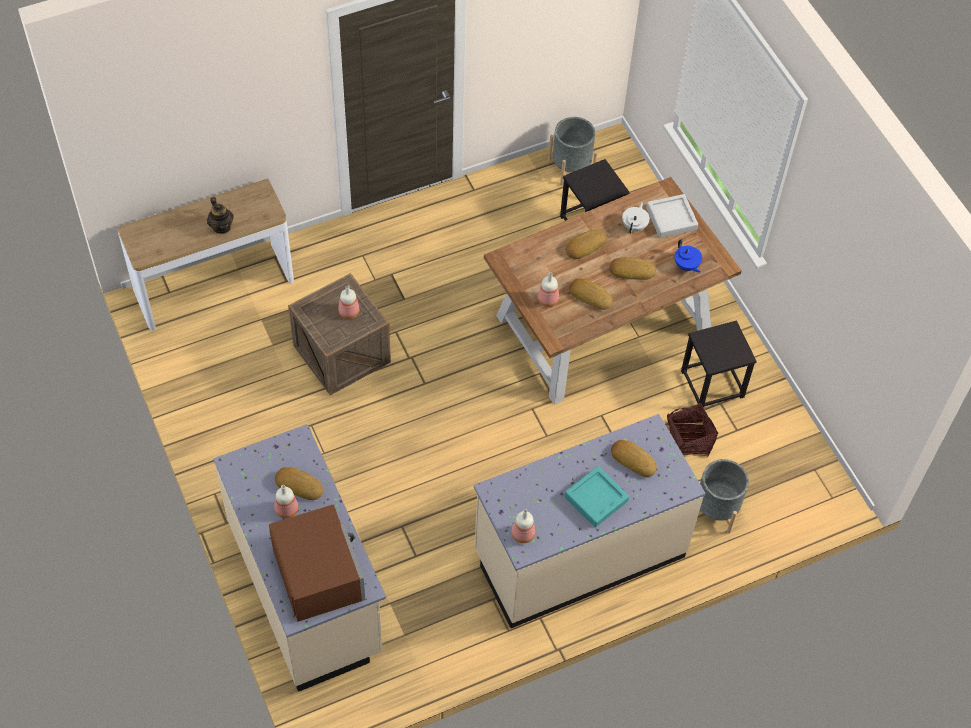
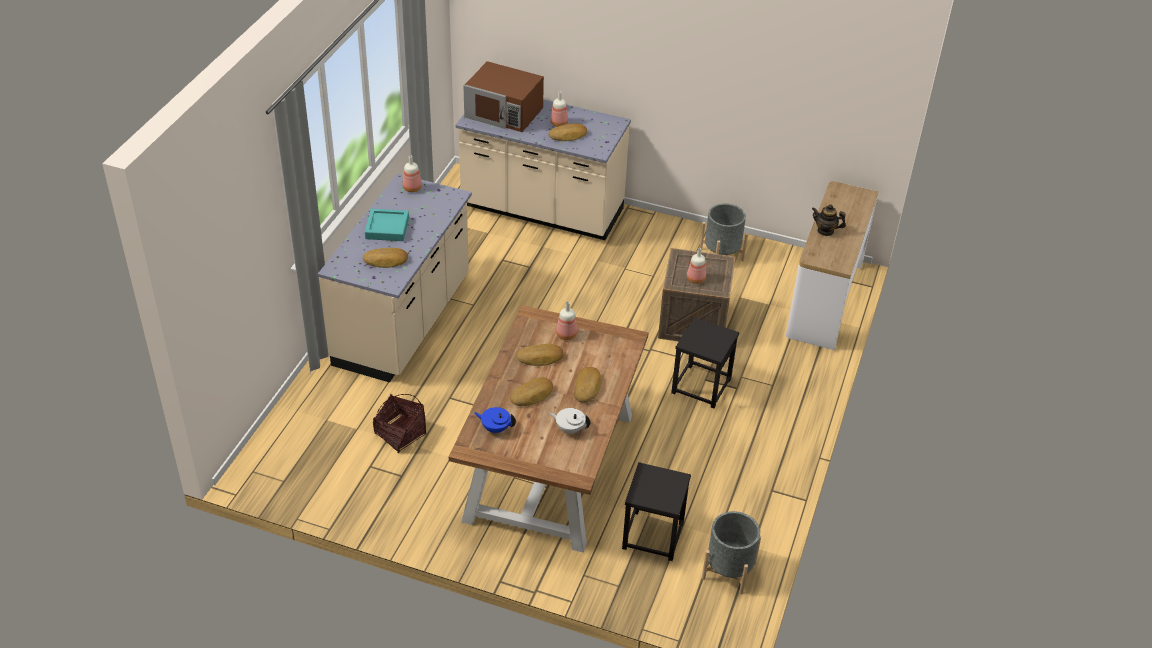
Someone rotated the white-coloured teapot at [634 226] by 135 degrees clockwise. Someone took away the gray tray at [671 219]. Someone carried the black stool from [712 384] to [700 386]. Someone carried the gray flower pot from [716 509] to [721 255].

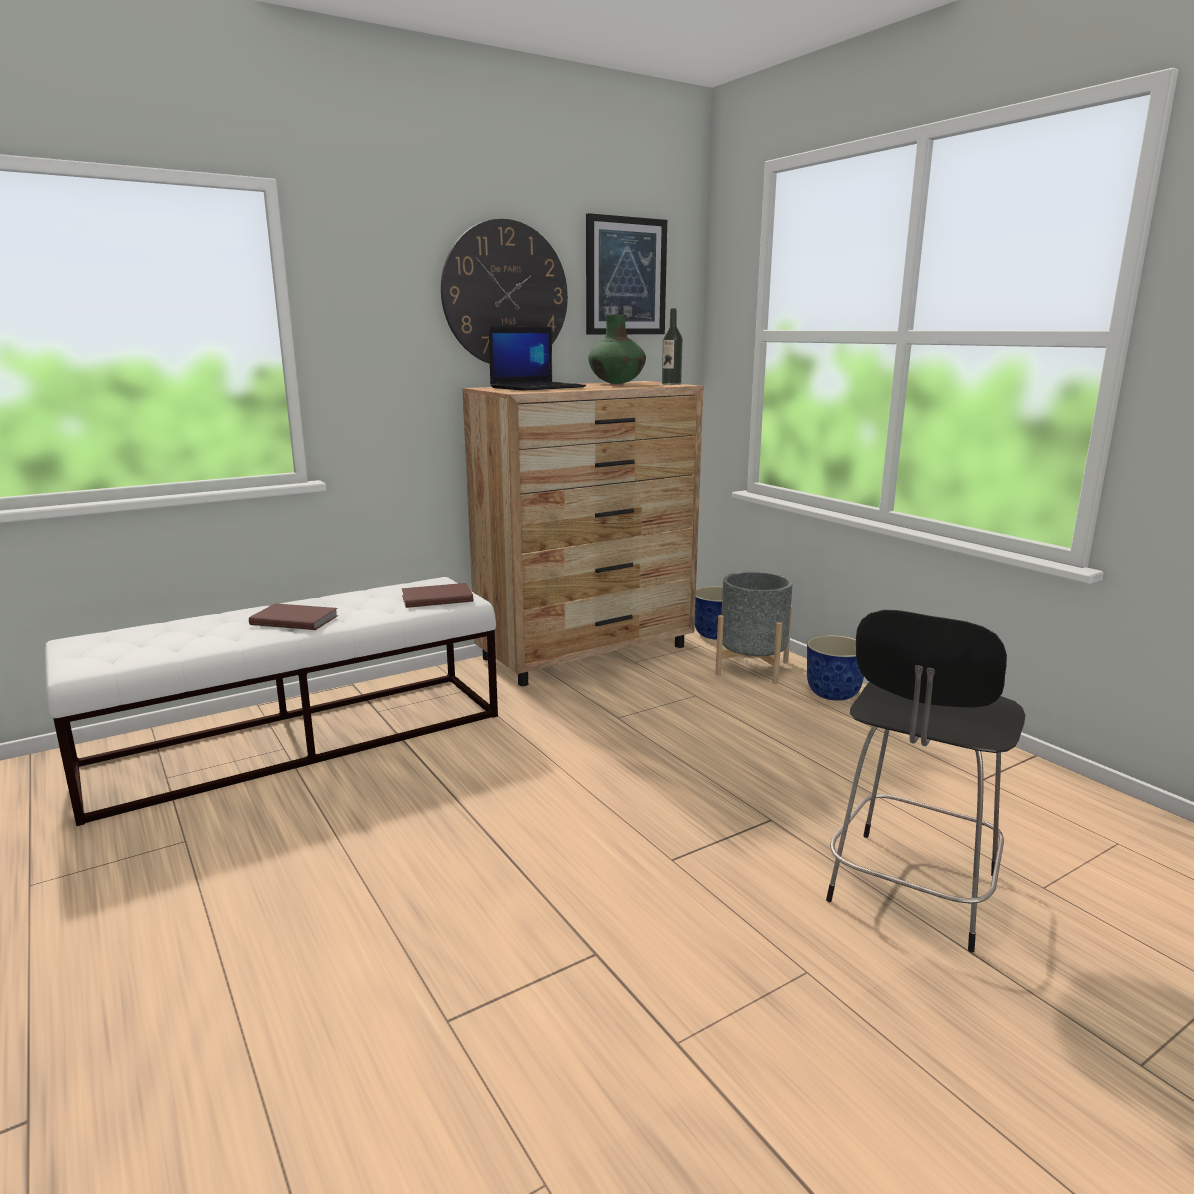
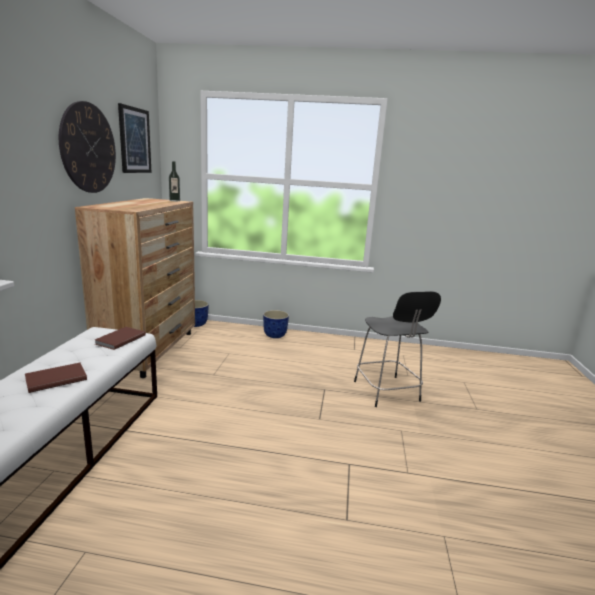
Someone took away the laptop at [538 387]. Someone took away the green-coloured flower vase at [617 383]. Someone took away the gray flower pot at [752 668].

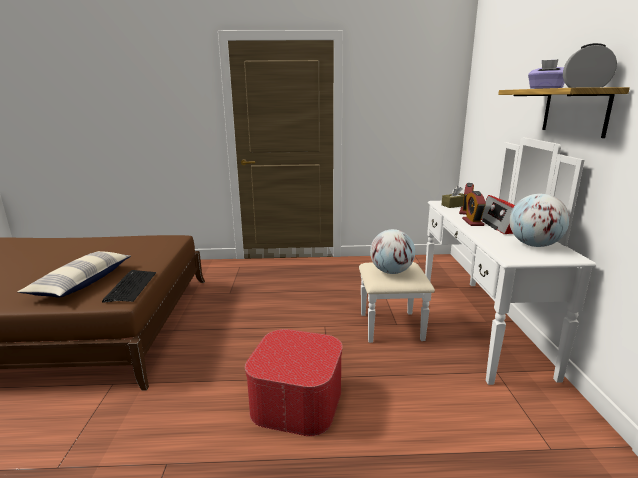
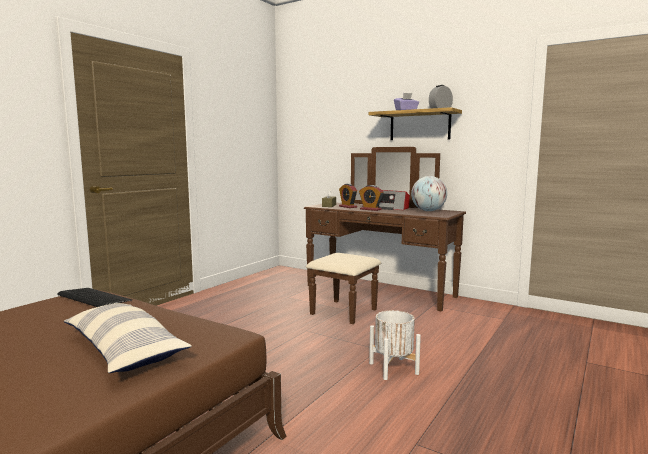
Someone carried the keyboard from [131 286] to [93 298]. Someone swapped the pouffe at [297 401] for the white-coloured flower pot at [393 368]. Someone repainted the white-coloured drawer chest at [459 325], which became the brownish drawer chest at [372 295]. Someone took away the desk globe at [391 272].

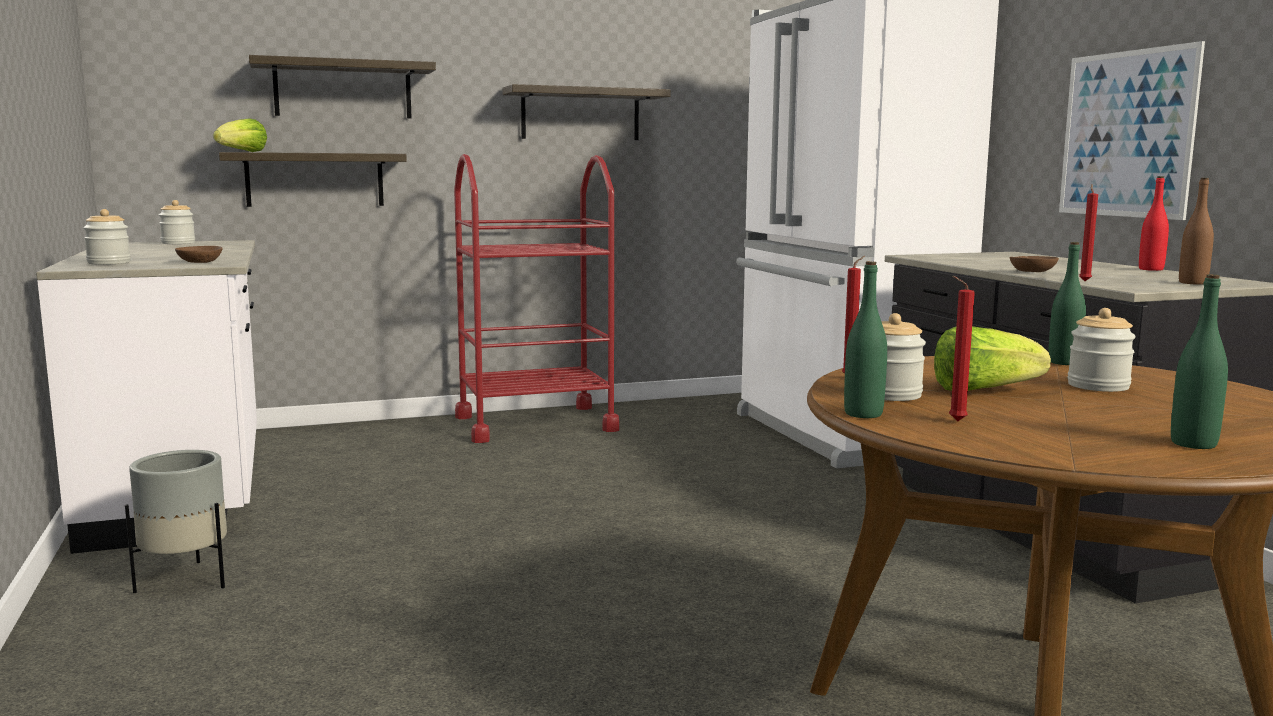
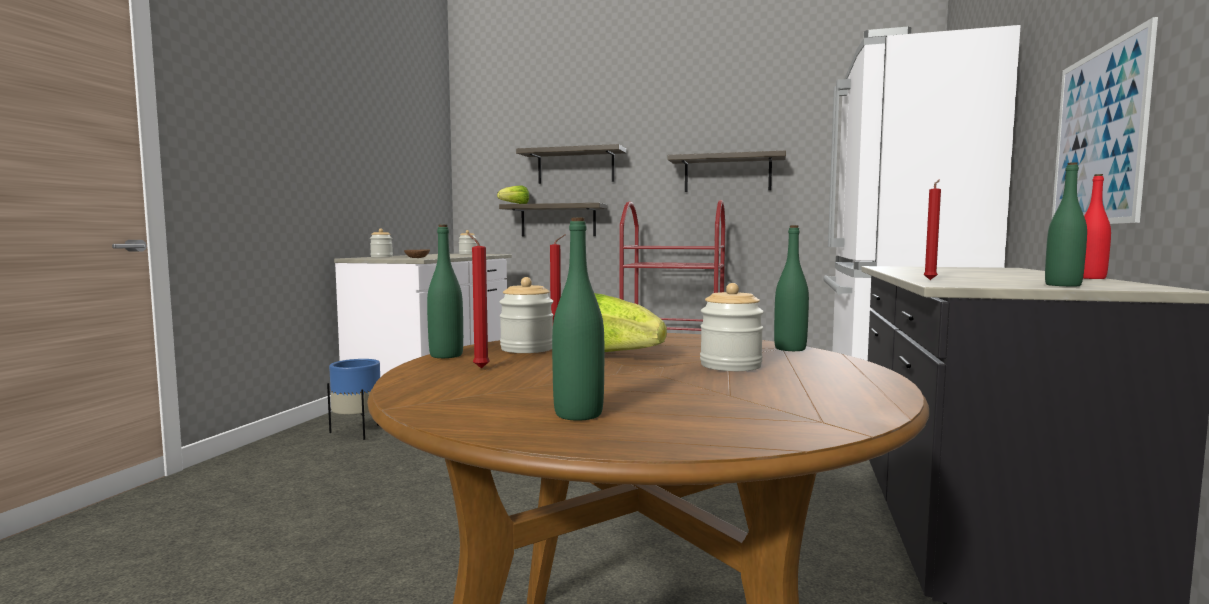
Someone repainted the gray flower pot at [186 581], which became the blue-coloured flower pot at [357 432]. Someone took away the brownish serving bowl at [1033 272]. Someone repainted the brownish bottle at [1192 283], which became the green-coloured bottle at [1063 285].

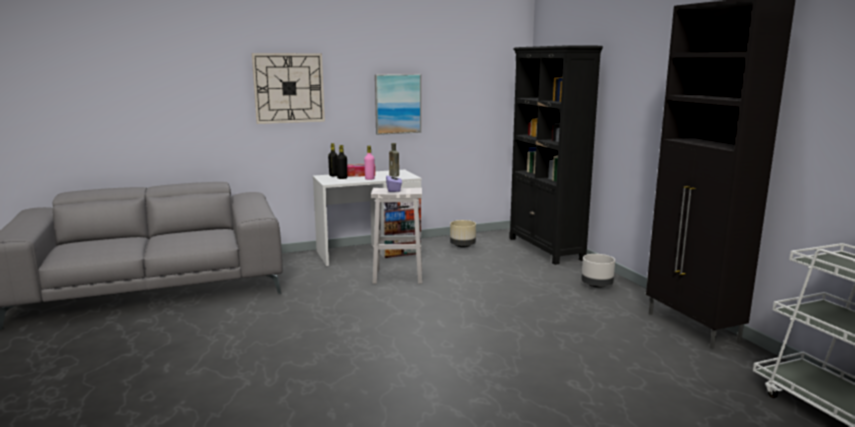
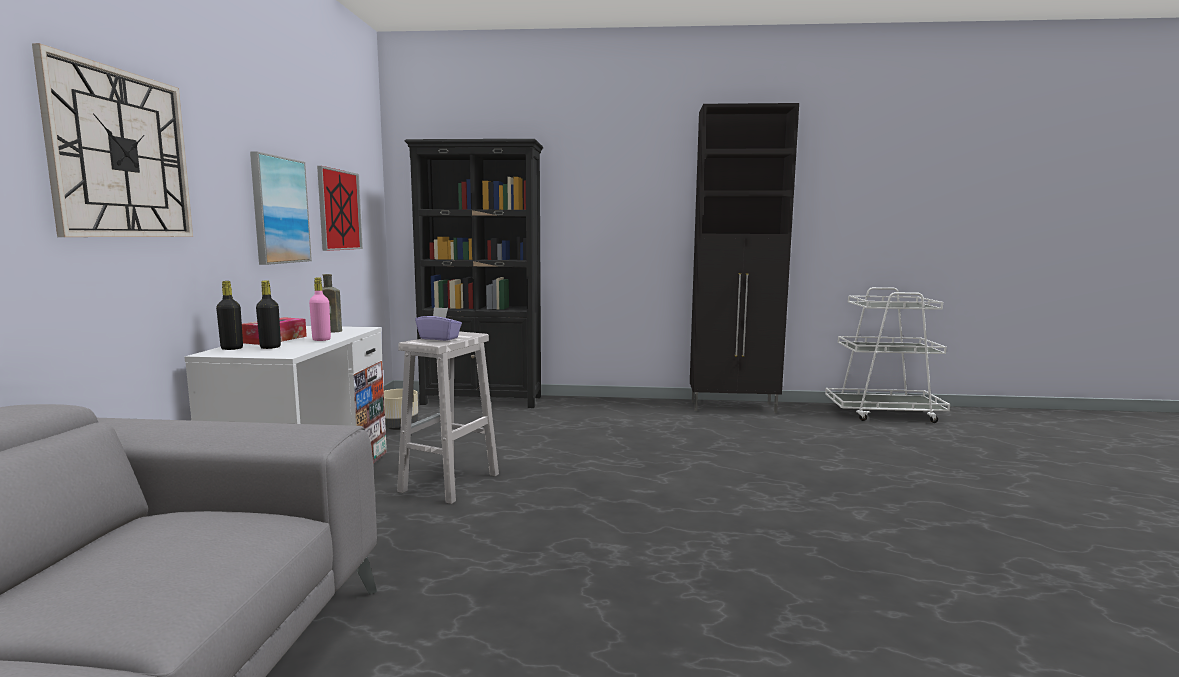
Someone took away the gray flower pot at [597 285]. Someone put up the wall art at [339 210].

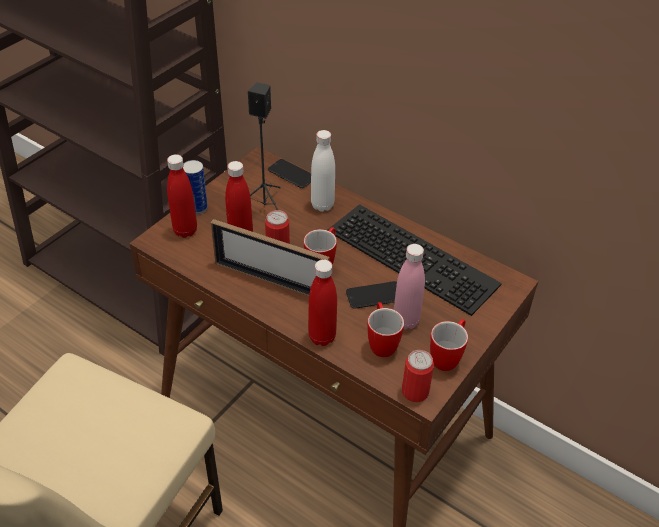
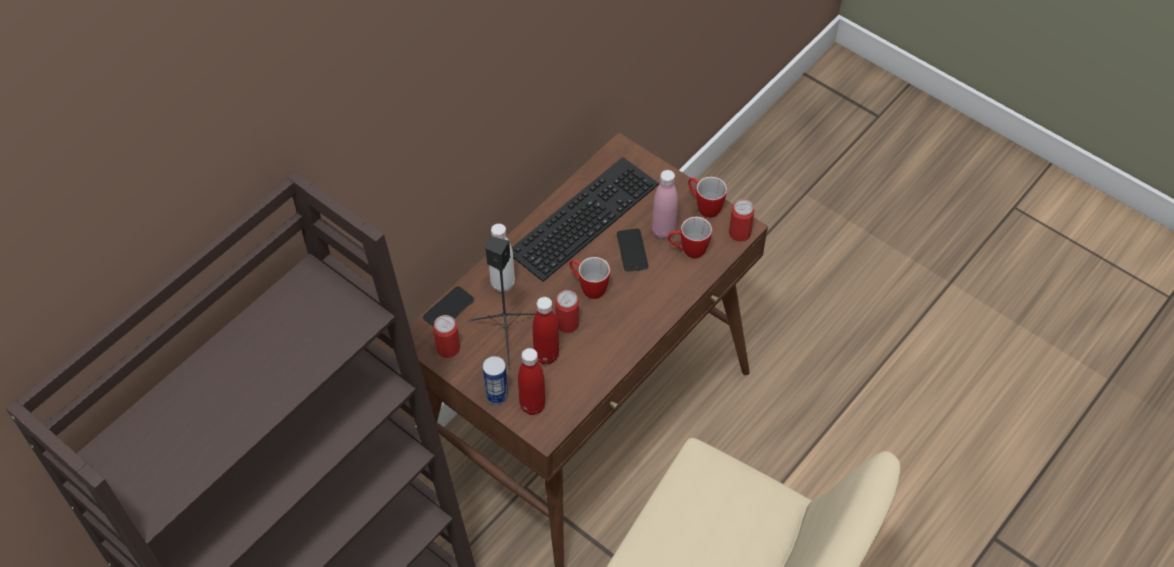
Someone took away the photo frame at [270 280]. Someone took away the reddish bottle at [322 337]. Someone put down the can at [448 348].

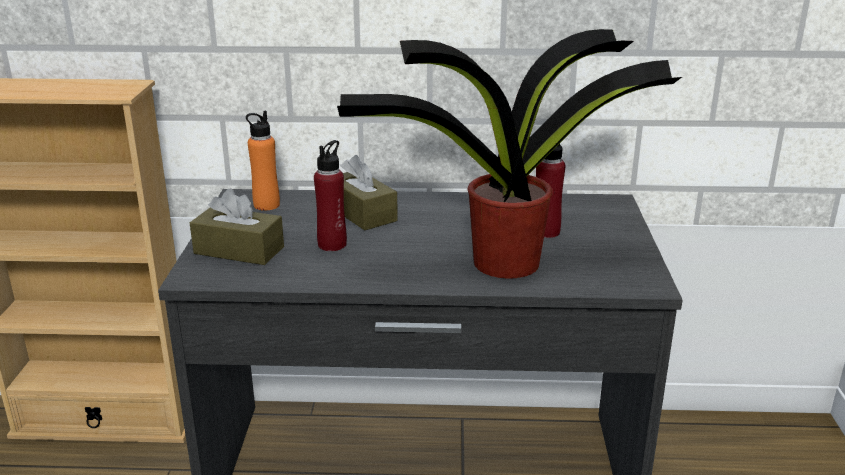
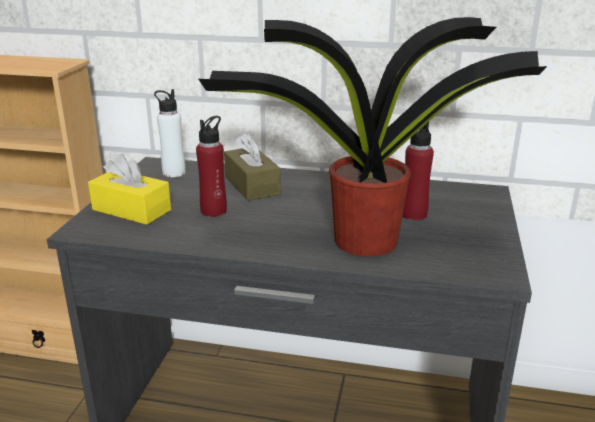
Someone repainted the brownish box of tissues at [239 250], which became the yellow-coloured box of tissues at [131 210]. Someone repainted the orange-coloured bottle at [266 205], which became the white-coloured bottle at [174 173].

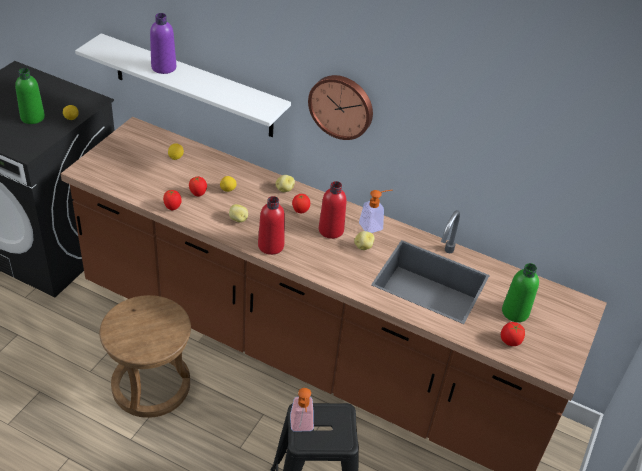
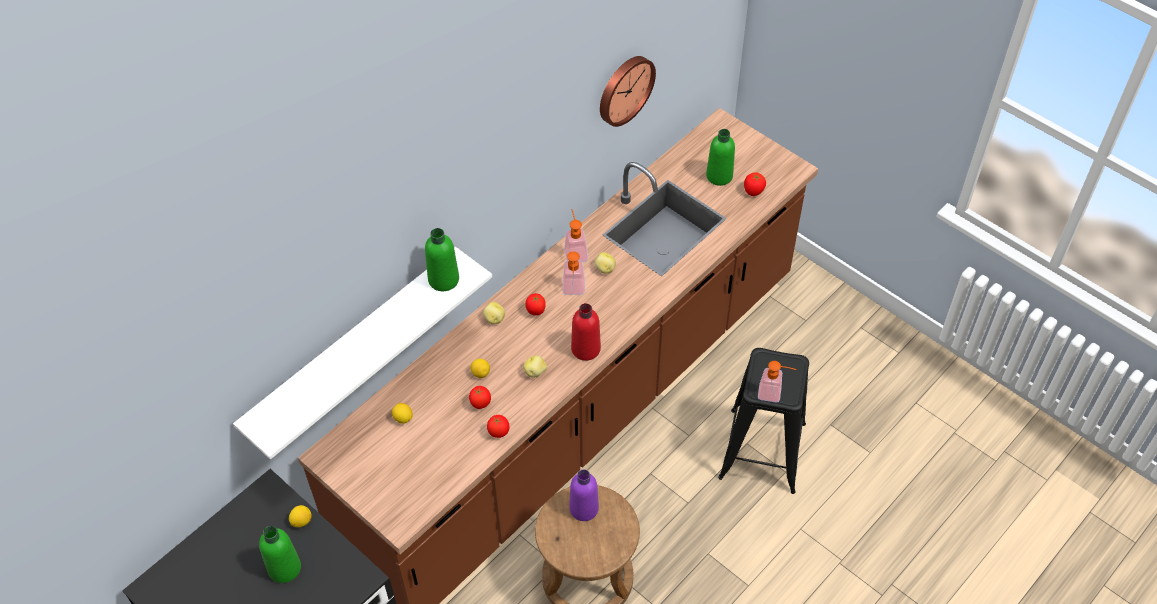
Someone carried the purple bottle from [163 67] to [584 509]. Someone carried the clock on the wall from [342 106] to [624 89]. Someone swapped the reddish bottle at [331 230] for the soap dispenser at [573 291]. Someone put down the green-coloured bottle at [443 279].

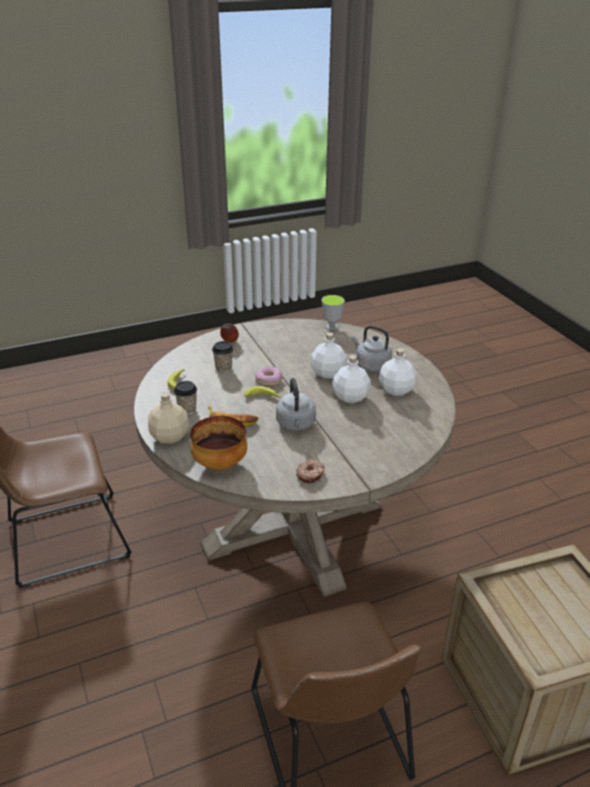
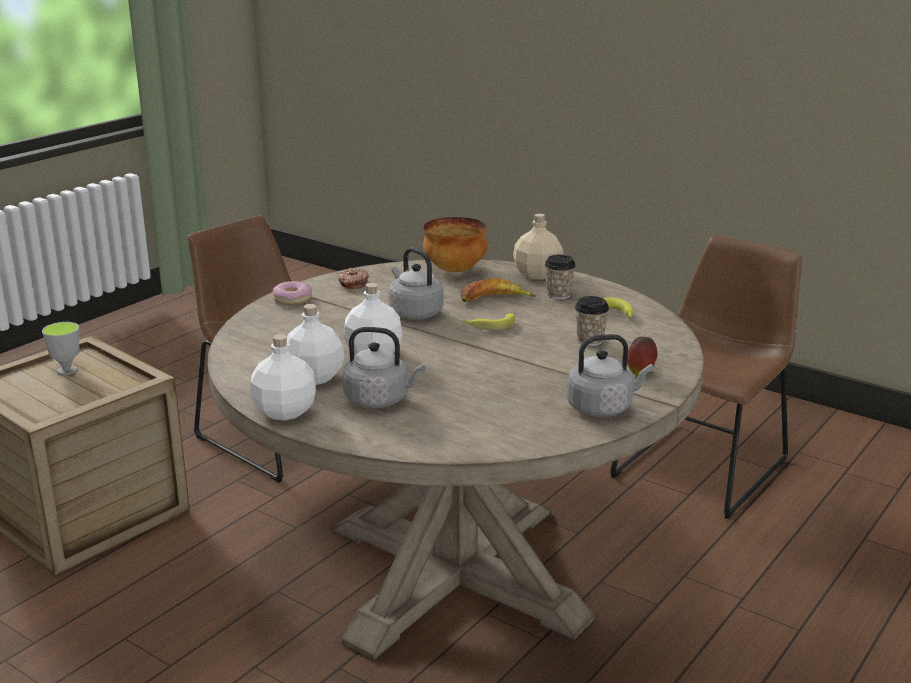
Someone carried the donut from [268 380] to [292 299]. Someone carried the white-coloured bottle from [328 373] to [285 412]. Someone carried the cup from [332 327] to [67 370]. Someone put down the gray tea kettle at [603 408].

